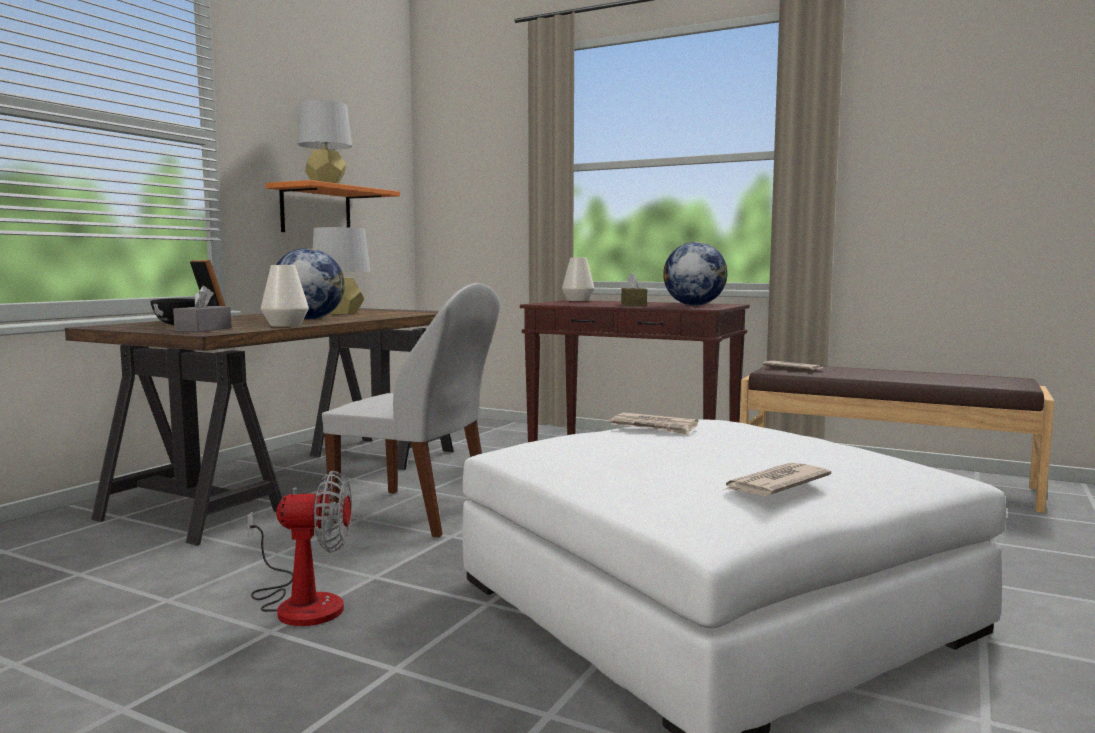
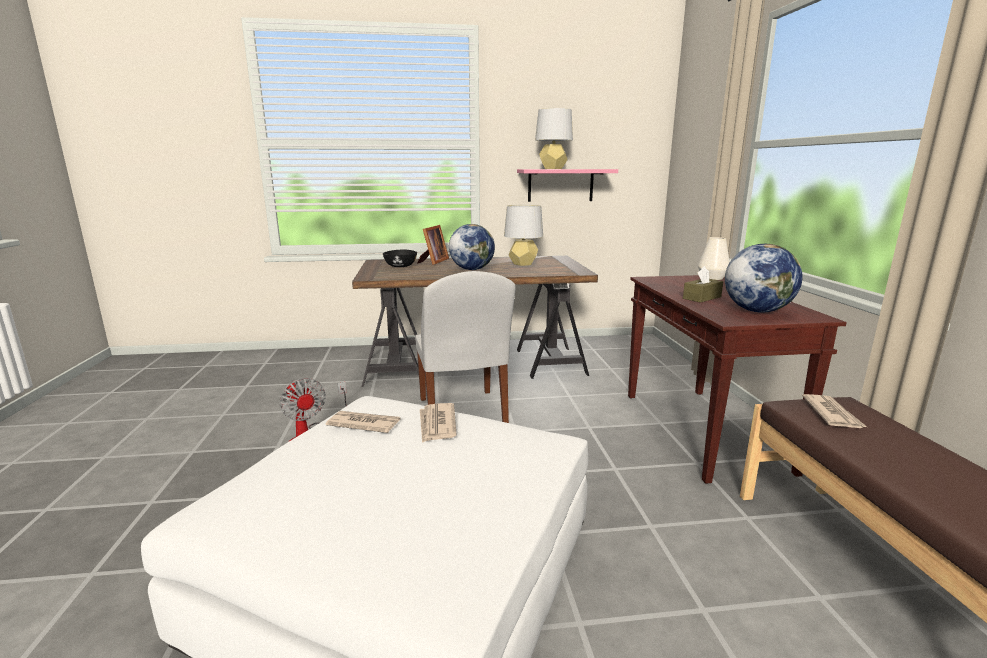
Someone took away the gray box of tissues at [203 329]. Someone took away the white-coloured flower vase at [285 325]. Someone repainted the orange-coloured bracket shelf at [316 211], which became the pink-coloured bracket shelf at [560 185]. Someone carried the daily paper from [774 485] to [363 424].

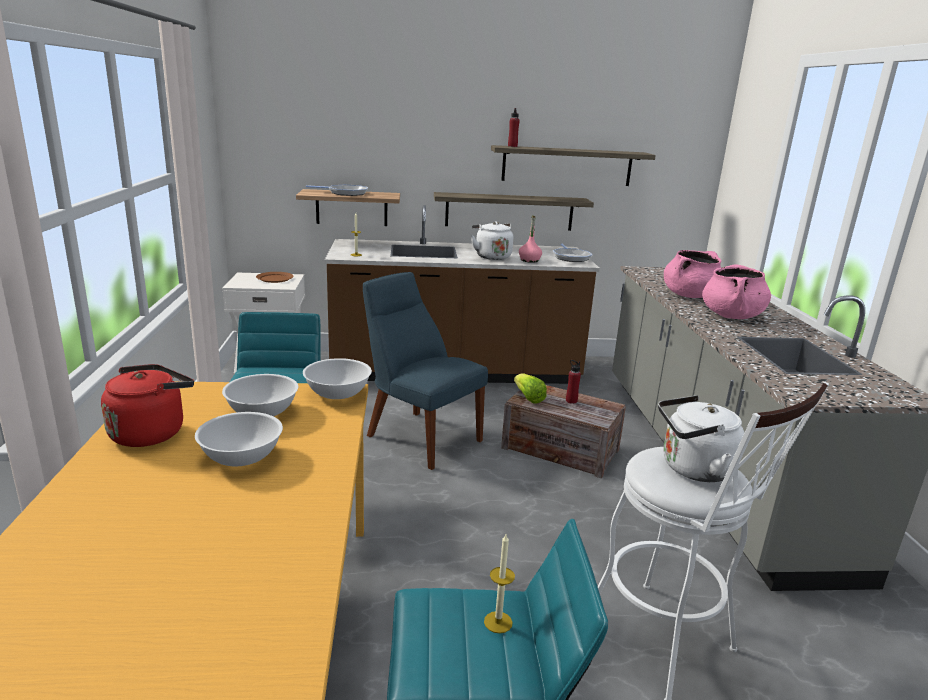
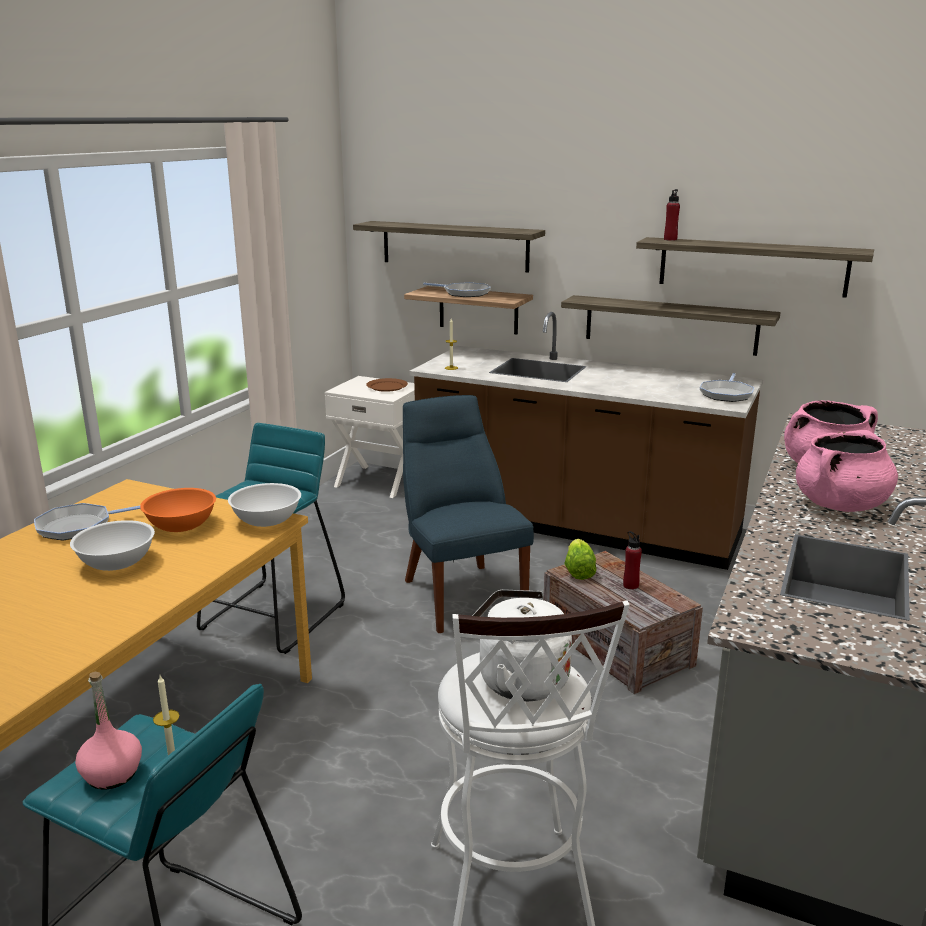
Someone swapped the reddish tea kettle at [151 432] for the frying pan at [79 526]. Someone repainted the white-coloured serving bowl at [262 412], which became the orange-coloured serving bowl at [181 525]. Someone took away the white-coloured tea kettle at [491 256]. Someone carried the pink-coloured bottle from [529 260] to [112 774]. Someone put up the bracket shelf at [454 246].

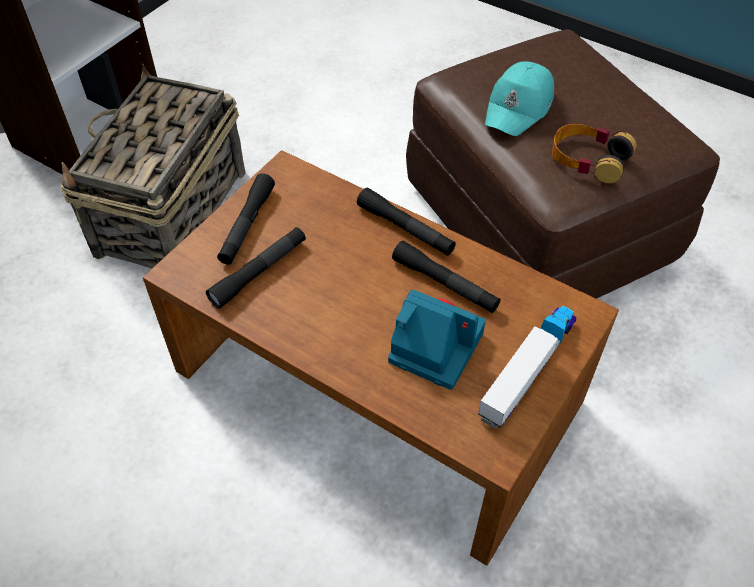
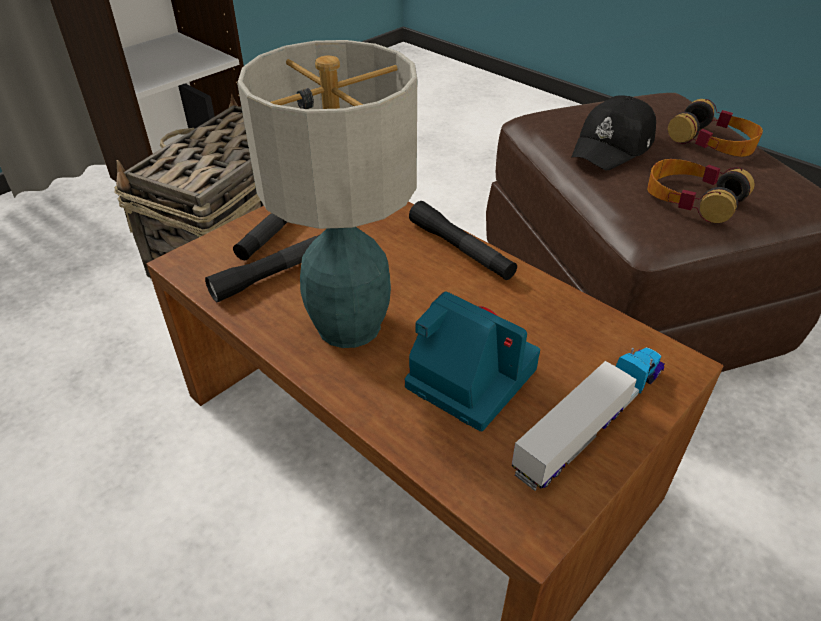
Someone took away the black torch at [445 284]. Someone repainted the blue-green baseball cap at [519 108], which became the black baseball cap at [613 147]. Someone put down the tabletop lamp at [349 327]. Someone put down the headphones at [713 141].

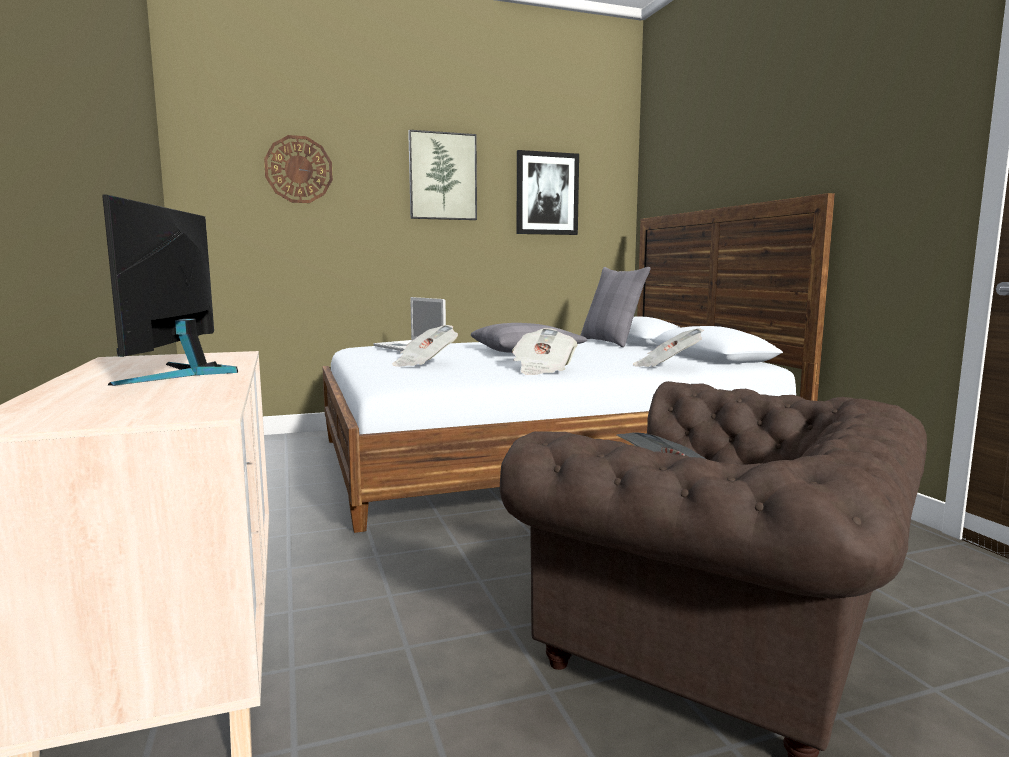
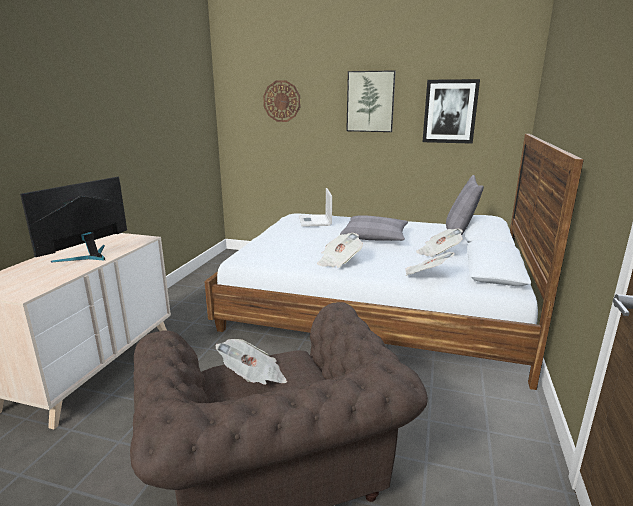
Someone carried the daily paper from [424 363] to [438 253].

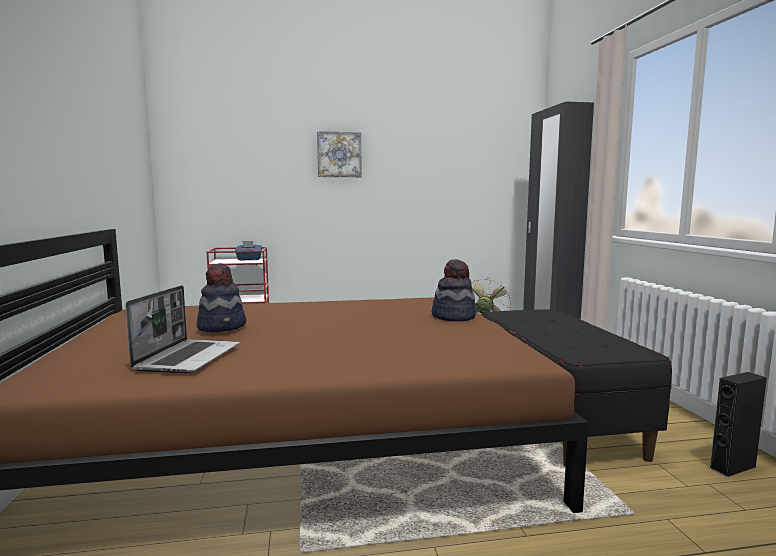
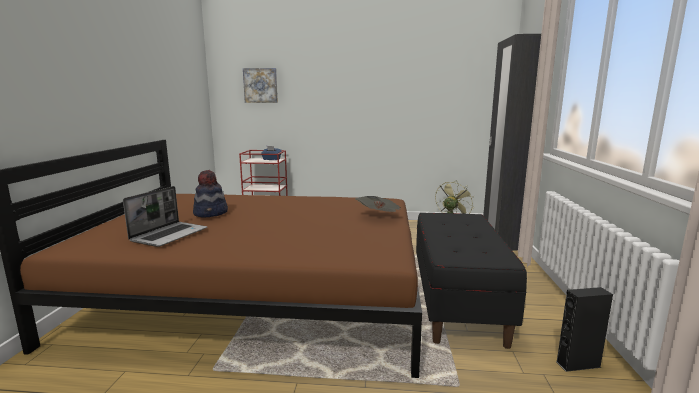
Someone carried the wall art from [339 155] to [261 85]. Someone swapped the hat at [453 316] for the daily paper at [379 216].

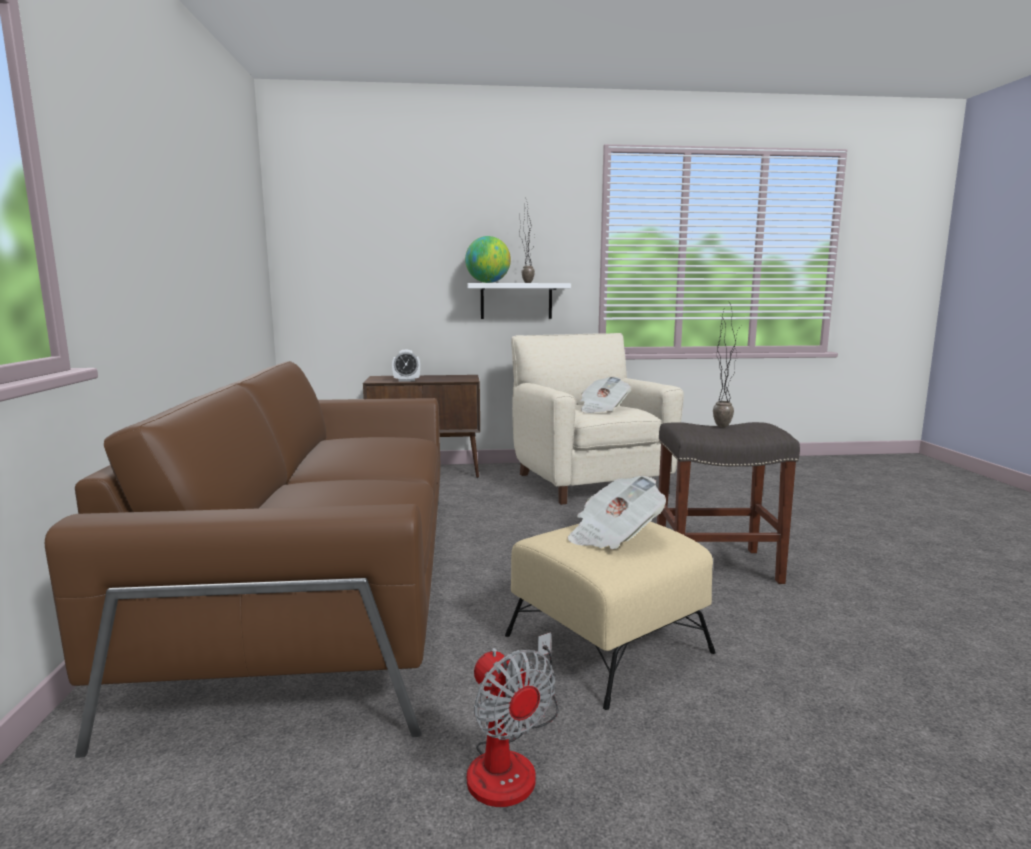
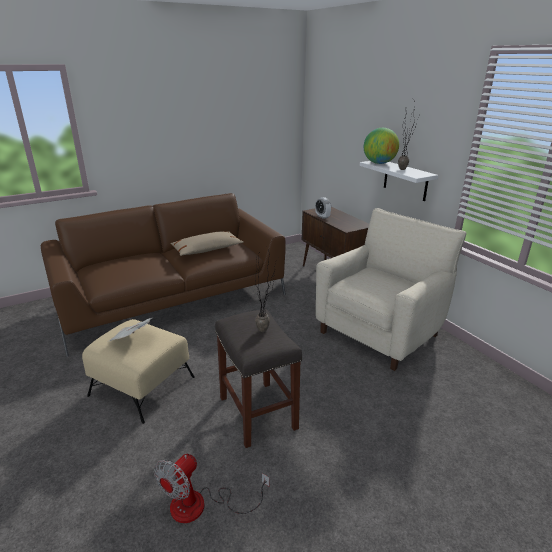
Someone carried the cooling fan from [510 761] to [201 506]. Someone took away the daily paper at [602 409]. Someone put down the sand-coloured cushion at [207 250].

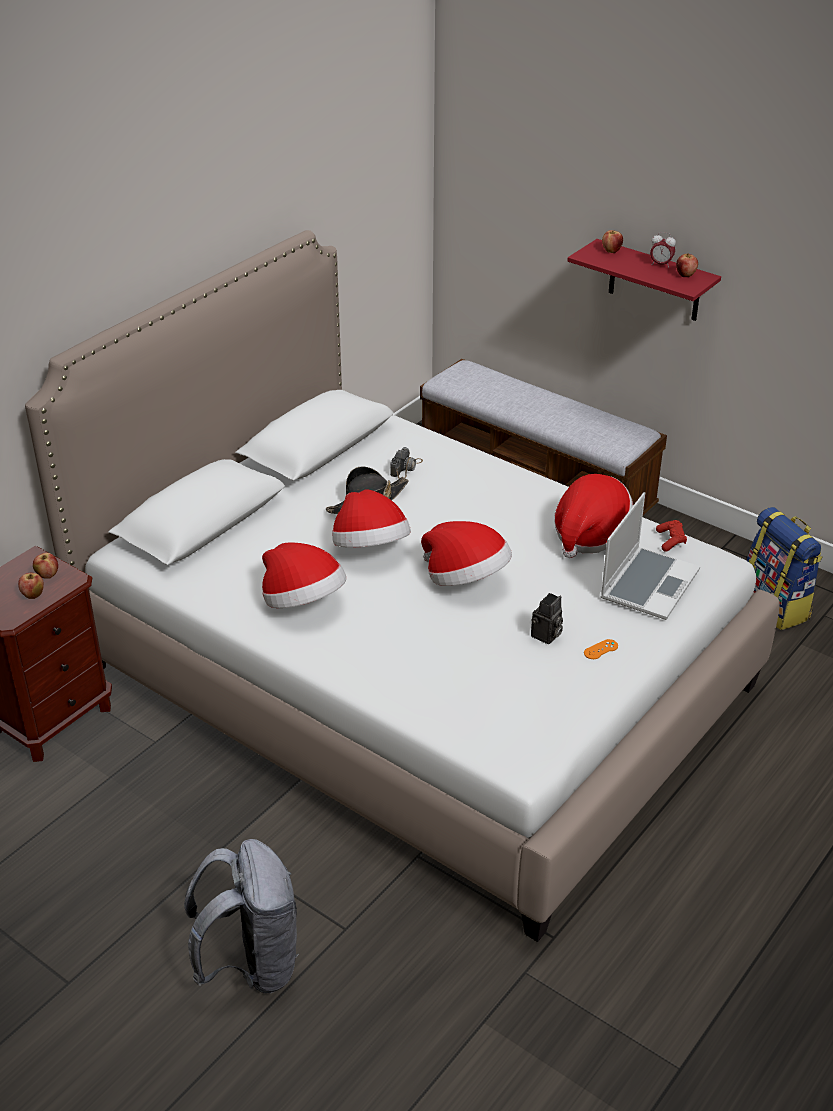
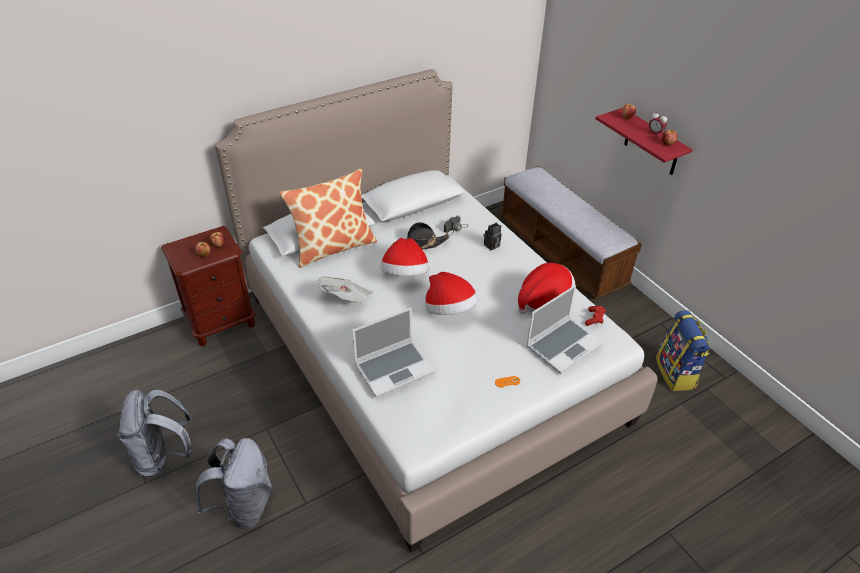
Someone swapped the hat at [303 603] for the daily paper at [347 299]. Someone carried the photo camera from [546 636] to [491 246]. Someone put down the gray knapsack at [164 456]. Someone put down the cushion at [333 247]. Someone put down the laptop at [394 368].

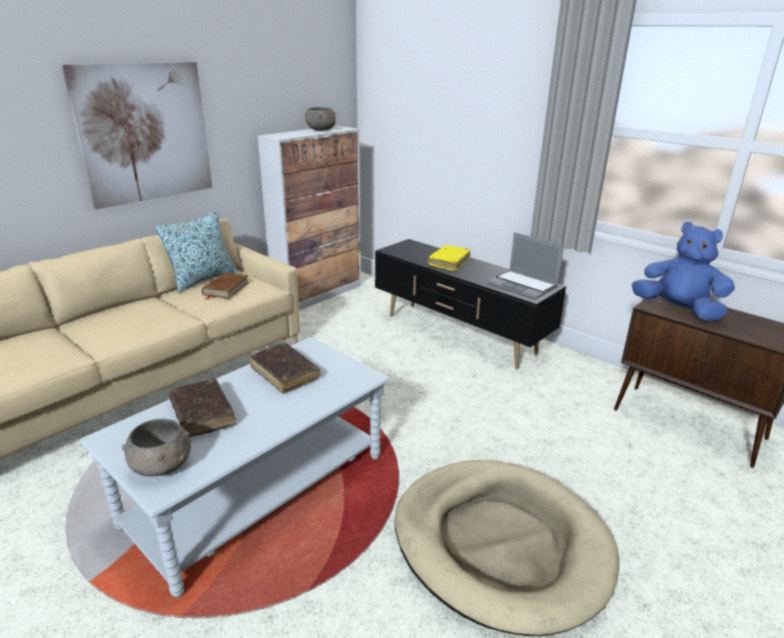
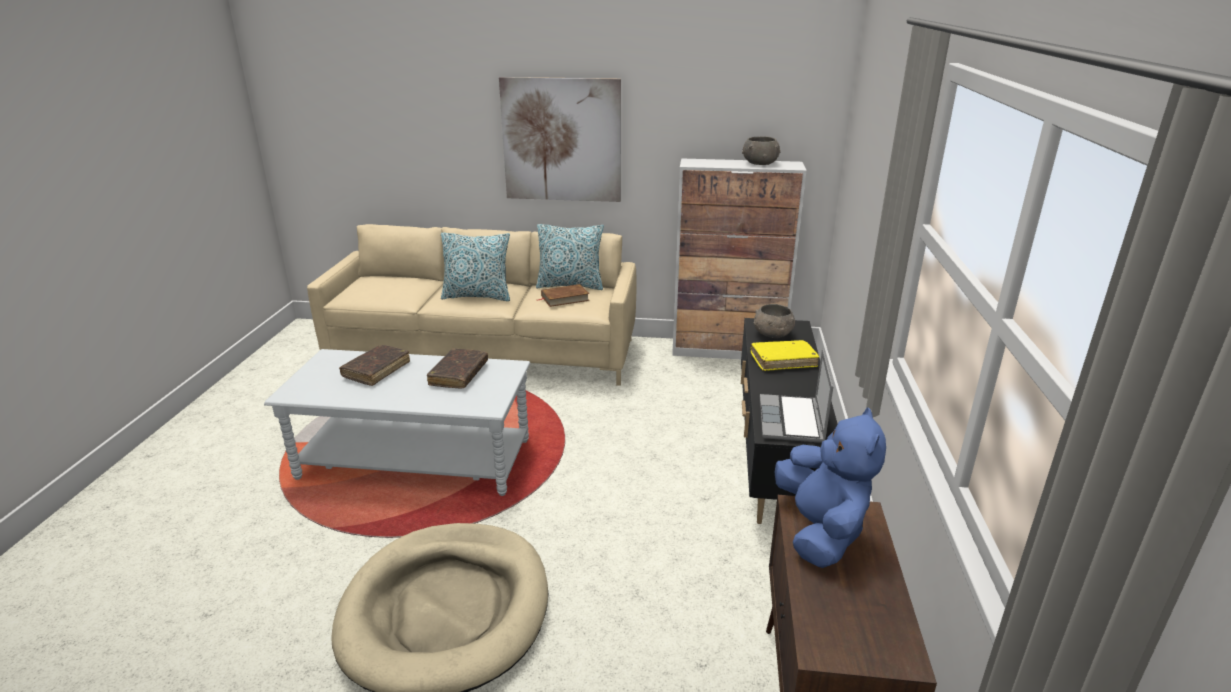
Someone carried the gray serving bowl from [162 466] to [772 334]. Someone put down the cushion at [477 296].

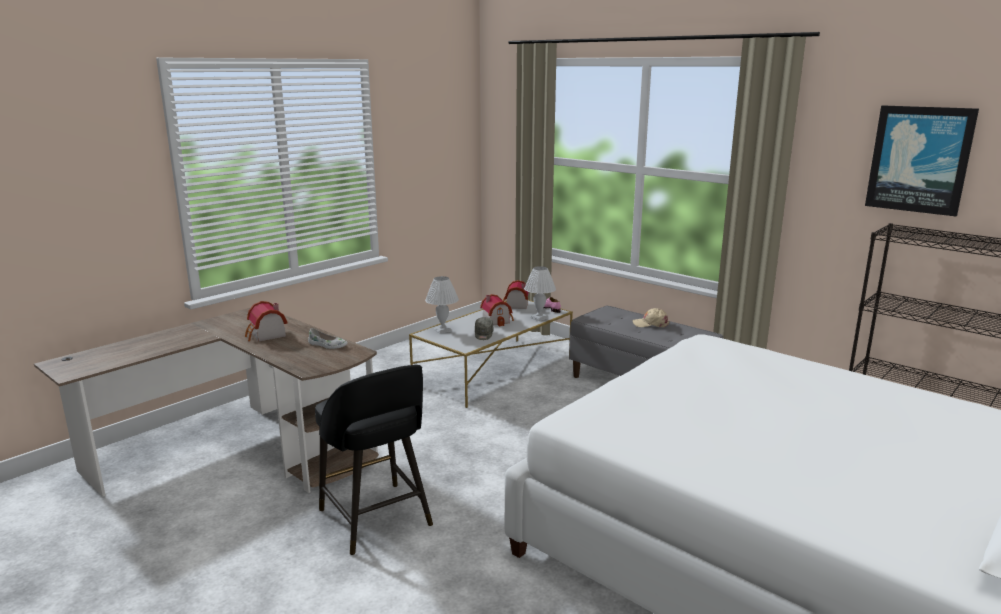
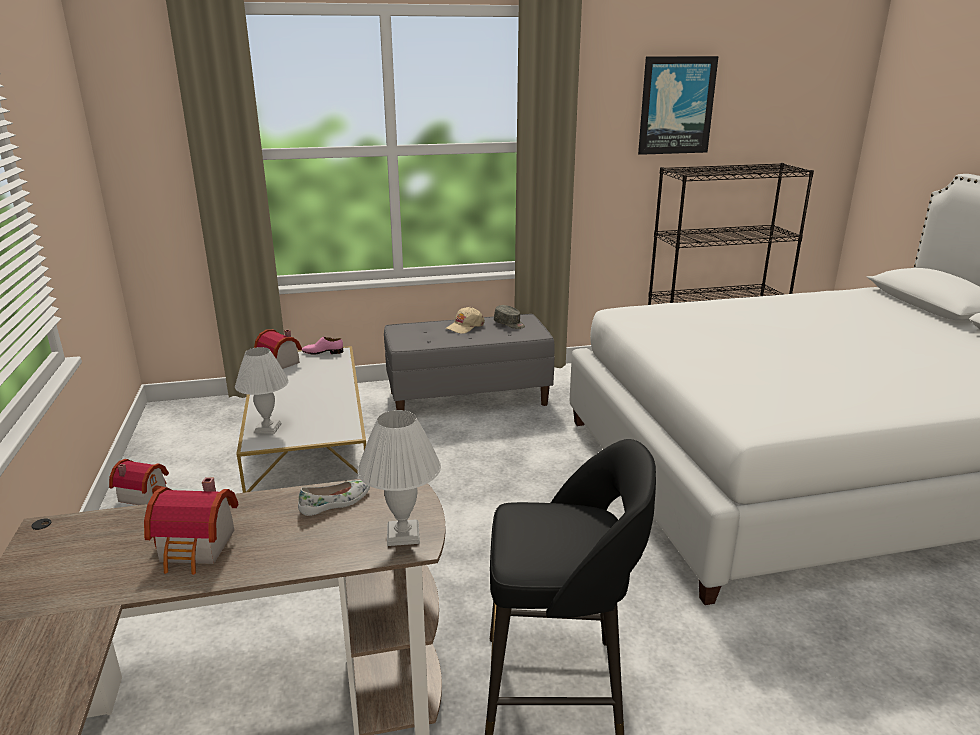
Someone carried the gray baseball cap from [483 334] to [509 324]. Someone carried the toy house from [497 320] to [143 493]. Someone carried the white-coloured tabletop lamp from [539 318] to [403 535].

